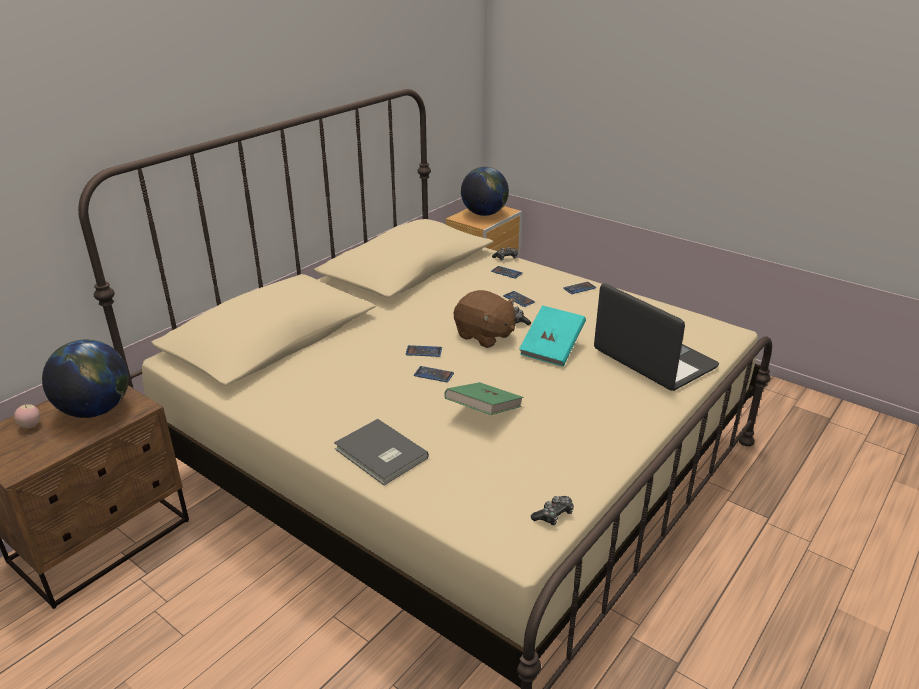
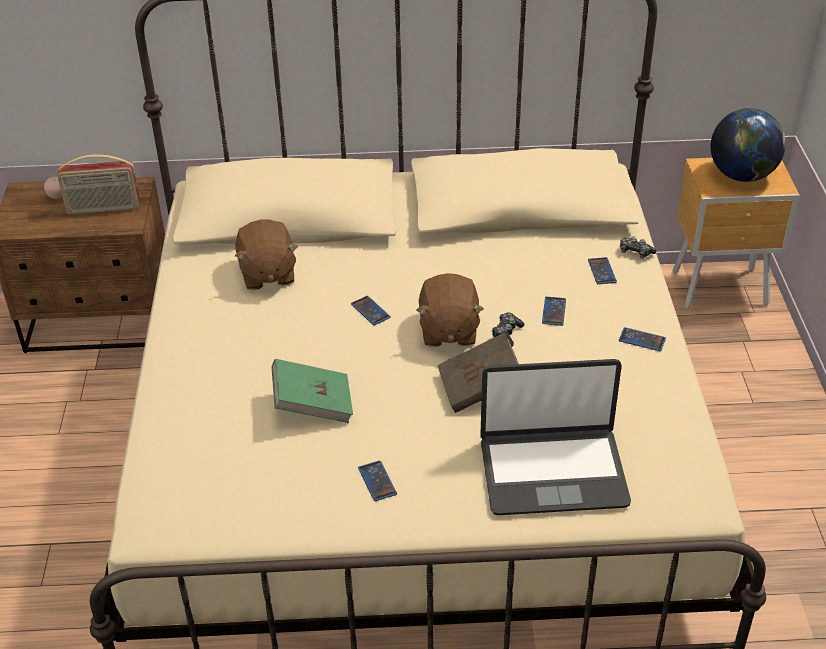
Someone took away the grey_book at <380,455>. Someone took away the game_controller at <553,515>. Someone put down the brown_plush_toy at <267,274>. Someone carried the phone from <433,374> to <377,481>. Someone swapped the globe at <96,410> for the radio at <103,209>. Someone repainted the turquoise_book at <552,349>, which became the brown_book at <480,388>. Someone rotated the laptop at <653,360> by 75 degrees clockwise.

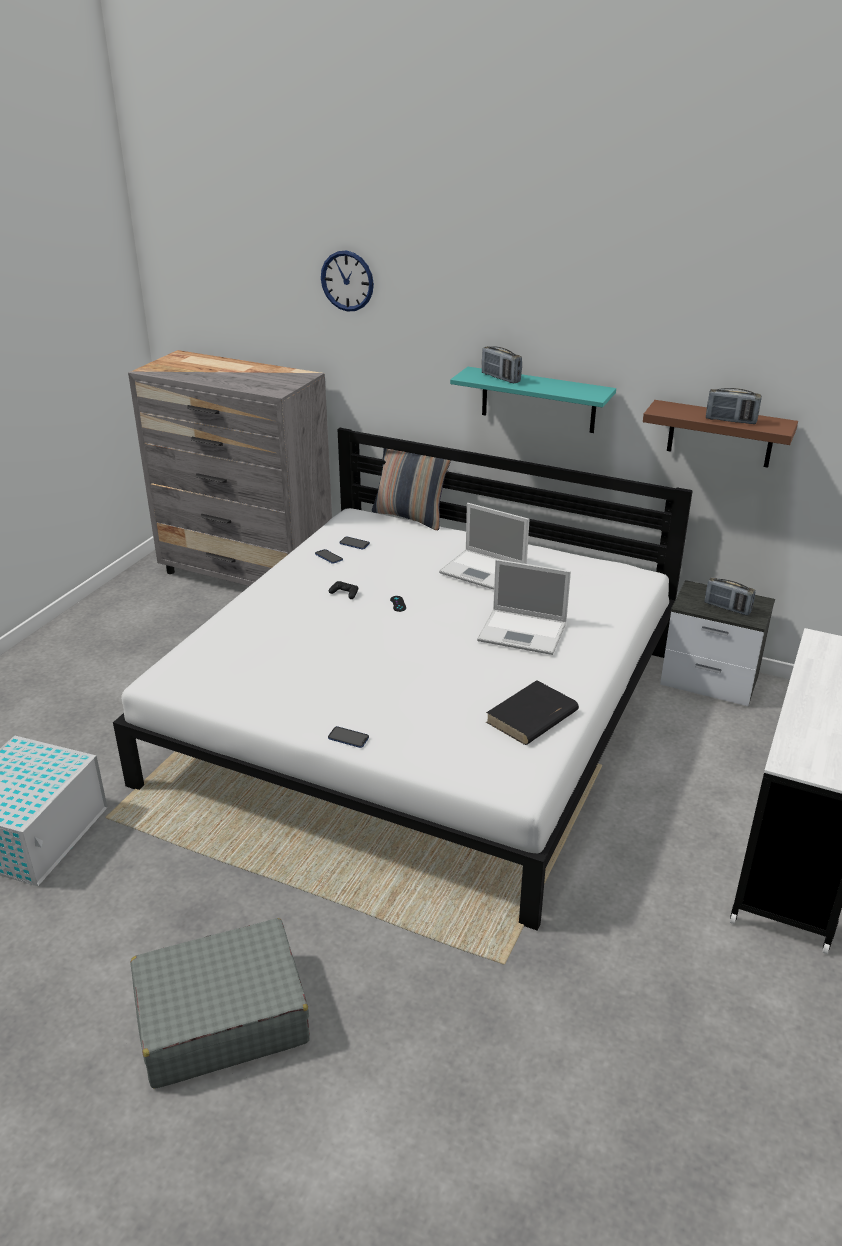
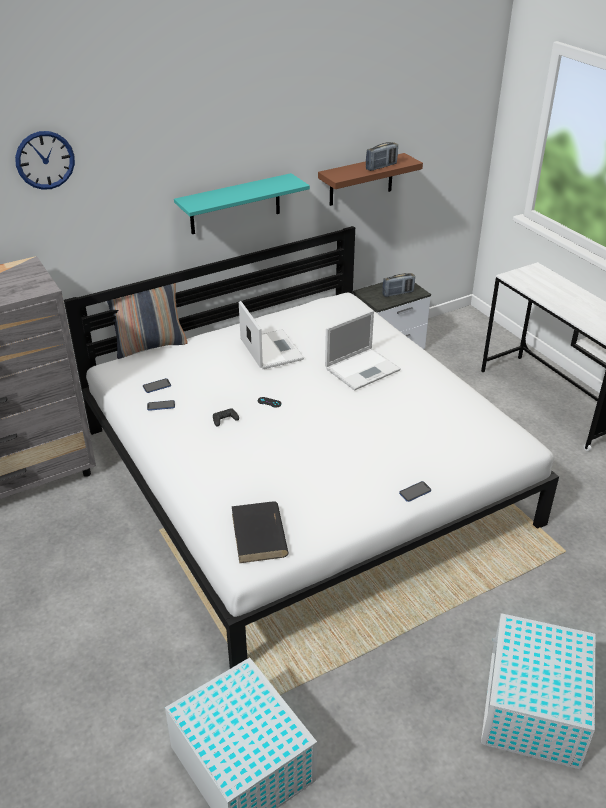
Someone took away the radio at <500,378>. Someone carried the black_book from <531,717> to <259,535>. Someone swapped the grey_suitcase at <221,1017> for the white_storage_box at <532,709>. Someone rotated the laptop at <484,571> by 90 degrees counterclockwise.

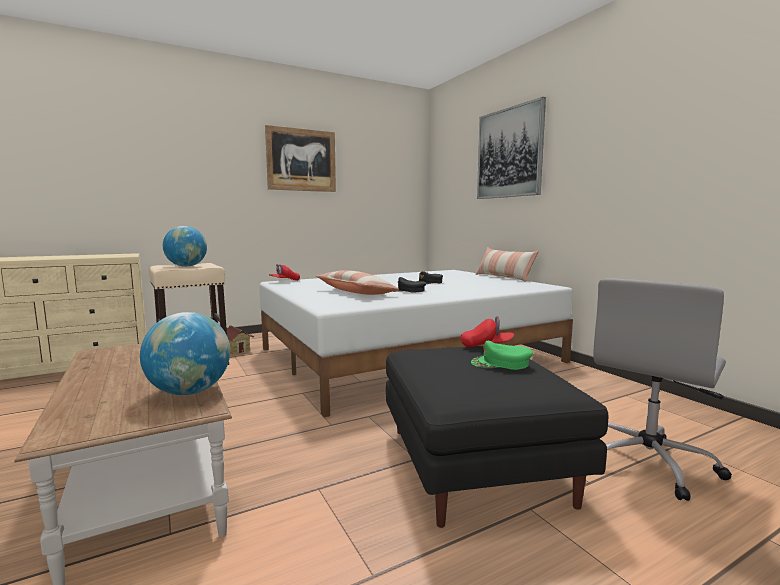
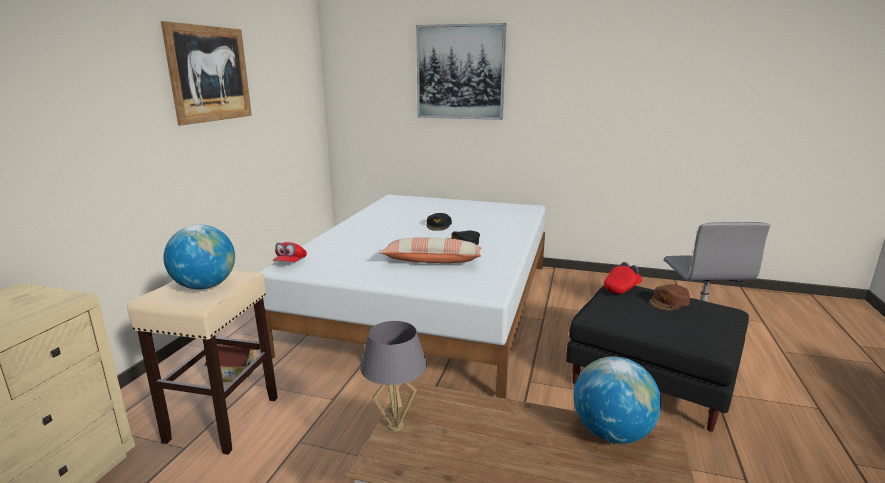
Someone took away the pillow at <504,277>. Someone put down the grey_table_lamp at <395,426>. Someone repainted the green_cap at <501,363>, which became the brown_cap at <669,302>.

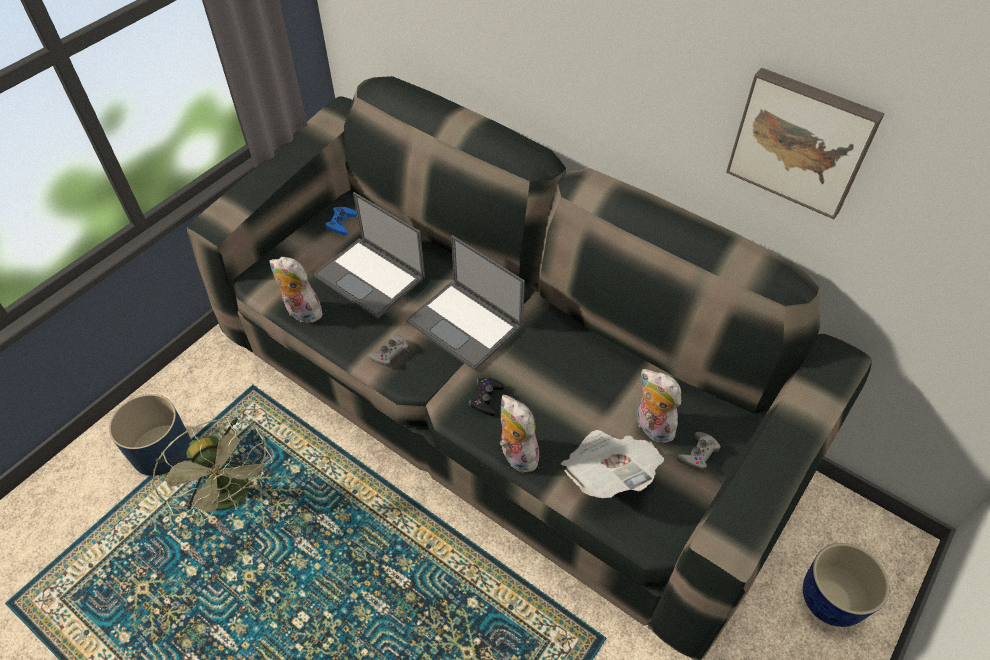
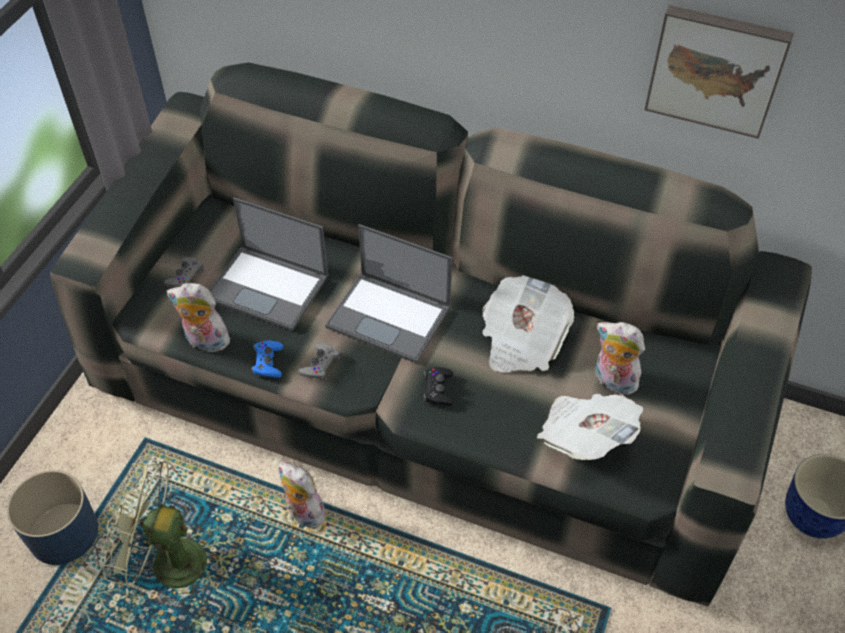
Someone put down the newspaper at <522,340>. Someone carried the blue_game_controller from <341,223> to <268,362>. Someone carried the plush_toy from <515,454> to <303,513>. Someone carried the grey_game_controller from <698,454> to <185,277>. Someone rotated the green_fan at <233,497> by 150 degrees clockwise.

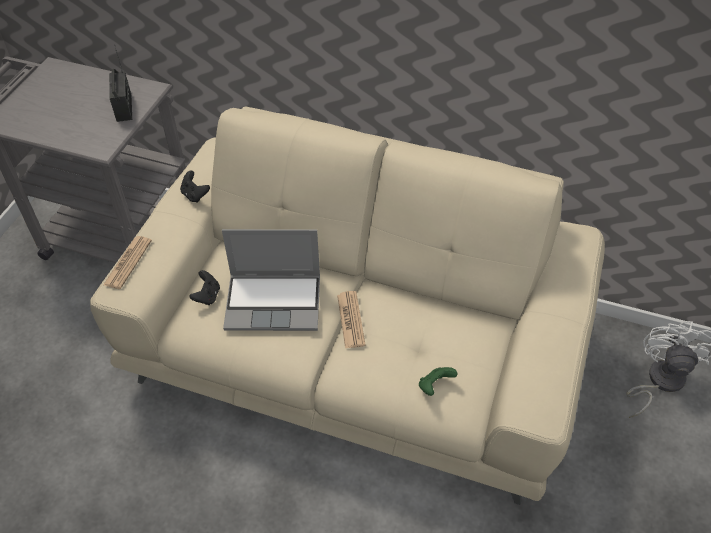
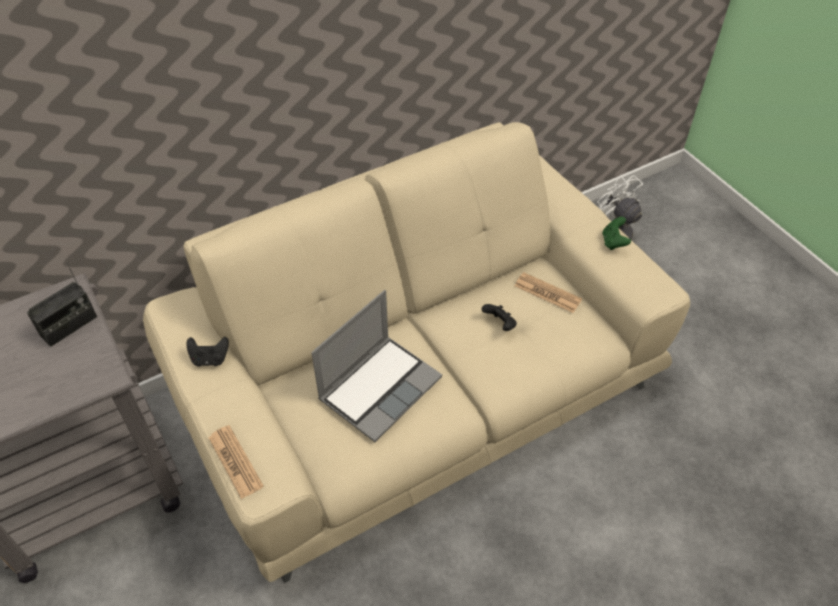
Someone carried the black_game_controller from <207,296> to <500,324>. Someone carried the newspaper from <351,320> to <547,293>. Someone carried the green_game_controller from <434,386> to <613,242>. Someone rotated the radio at <124,108> by 105 degrees clockwise.

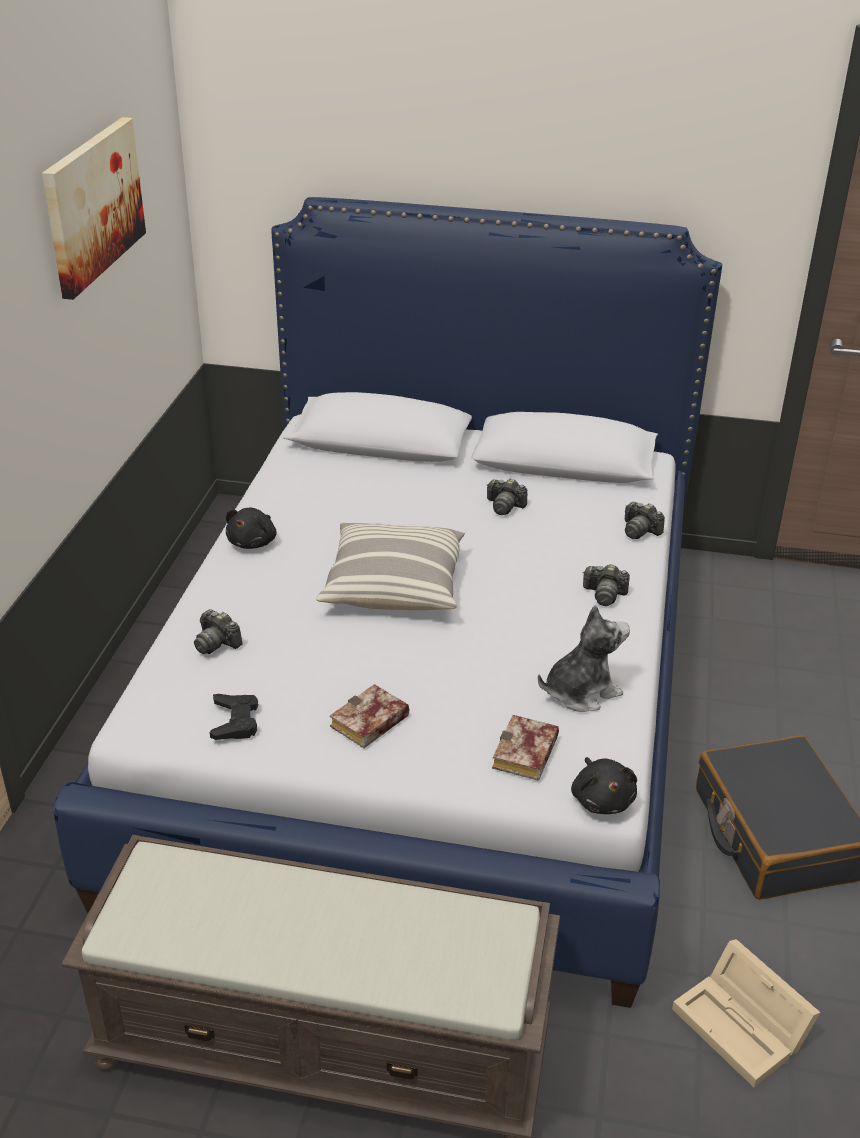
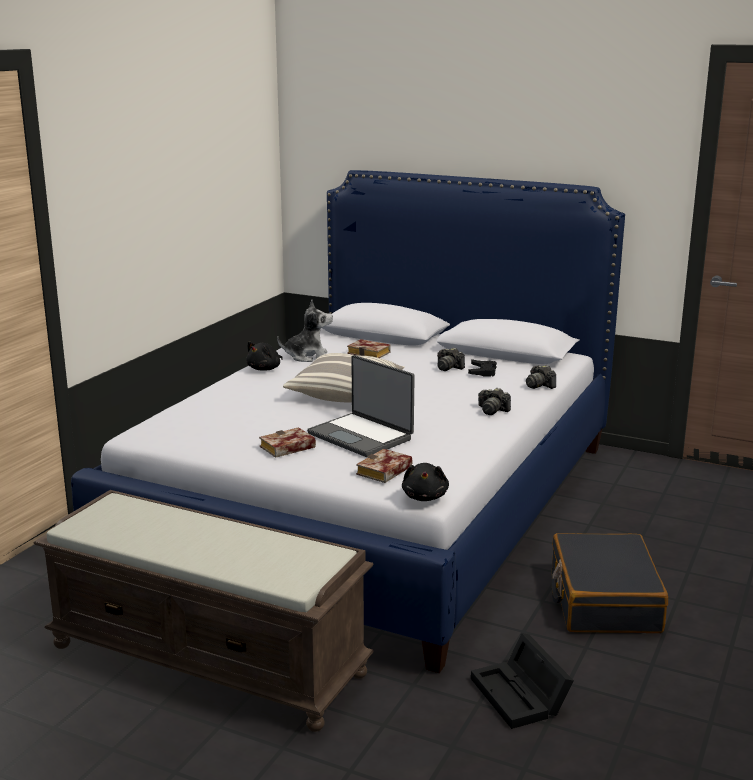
Someone took away the picture at <92,205>. Someone took away the photo_camera at <216,643>. Someone put down the laptop at <361,436>. Someone put down the book at <371,353>. Someone carried the black_game_controller from <235,721> to <482,371>. Someone carried the plush_toy from <580,691> to <307,356>. Someone repainted the beige_storage_box at <744,1027>, which became the black_storage_box at <521,696>.

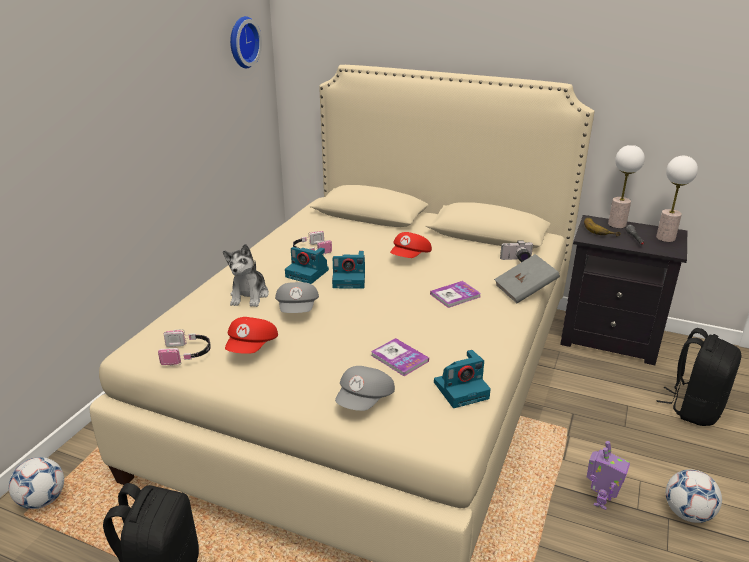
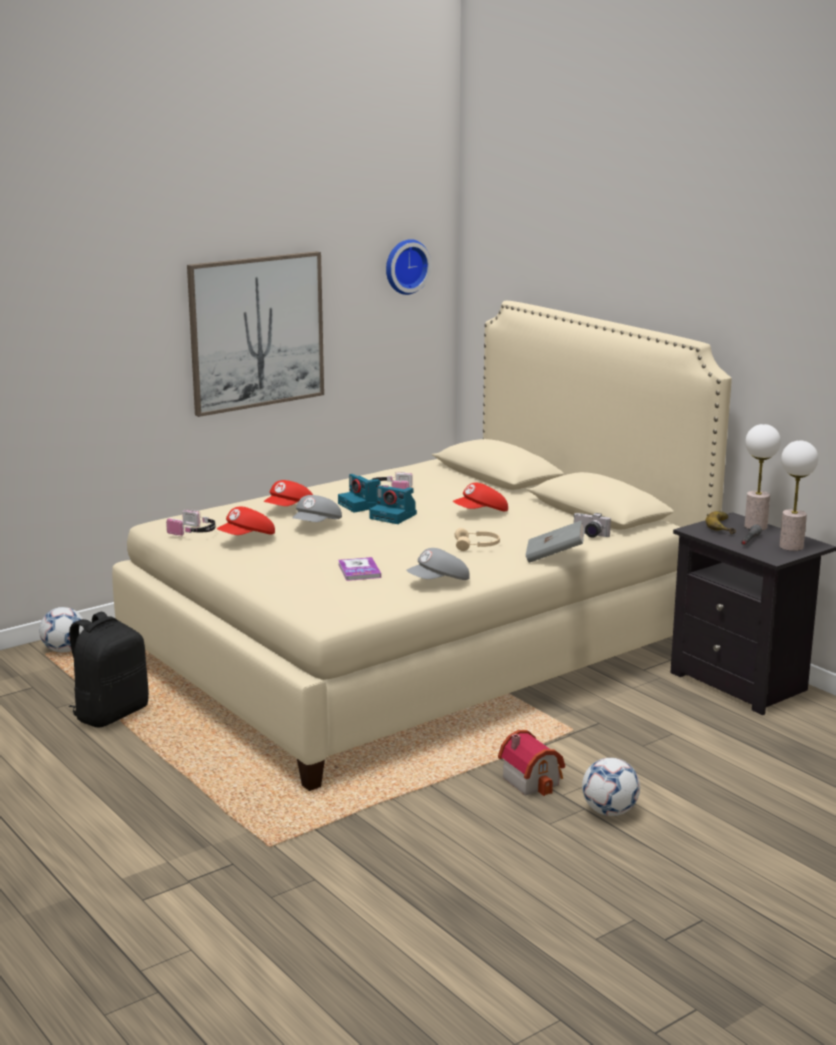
Someone took away the photo_camera at <462,389>. Someone took away the black_backpack at <694,408>. Someone put up the picture at <256,332>. Someone carried the grey_cap from <365,400> to <439,582>. Someone swapped the plush_toy at <249,295> for the red_cap at <289,509>. Someone swapped the book at <455,295> for the beige_headphones at <477,546>. Someone swapped the toy_robot at <600,500> for the toy_house at <532,780>.

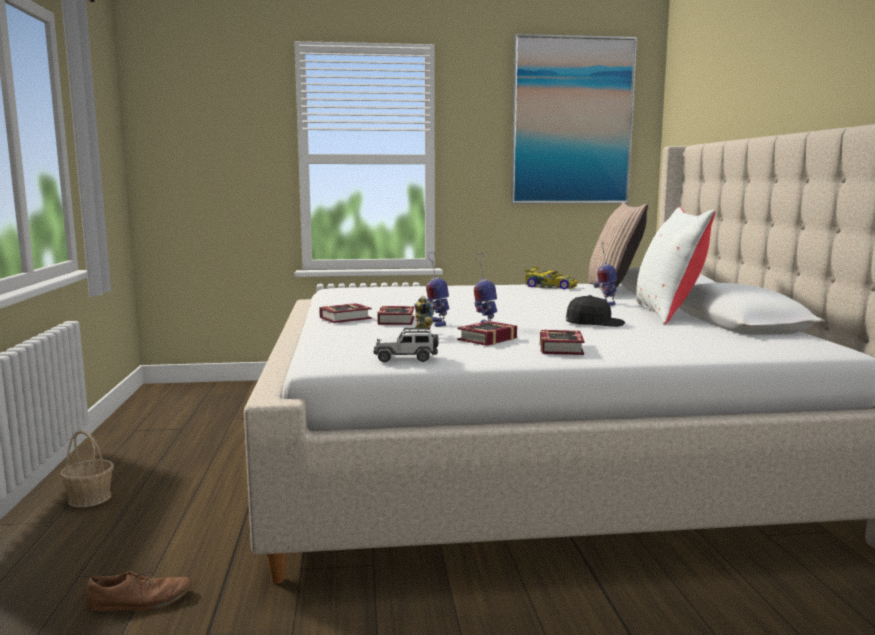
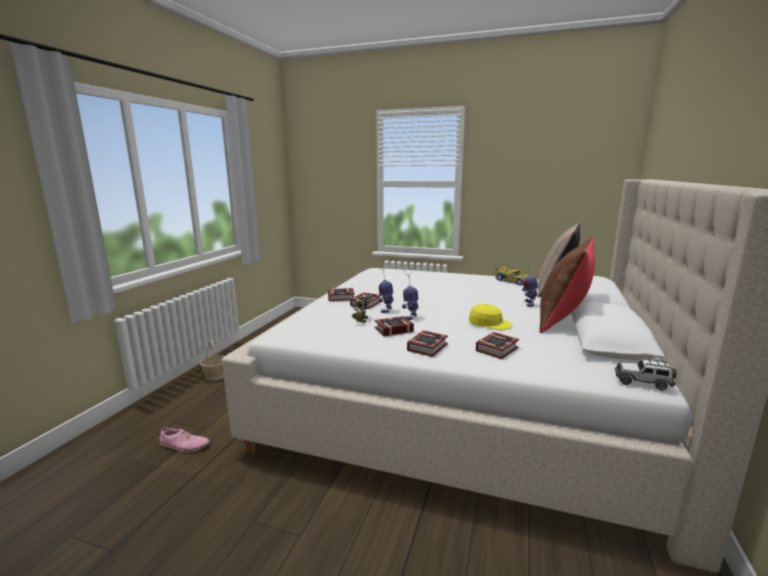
Someone took away the picture at <572,121>. Someone put down the book at <499,349>. Someone carried the toy_car from <406,358> to <642,382>. Someone repainted the brown_shoe at <140,601>, which became the pink_shoe at <184,445>. Someone repainted the black_cap at <594,323>, which became the yellow_cap at <489,324>. Someone repainted the white_pillow at <668,313>, which became the brown_pillow at <562,320>.

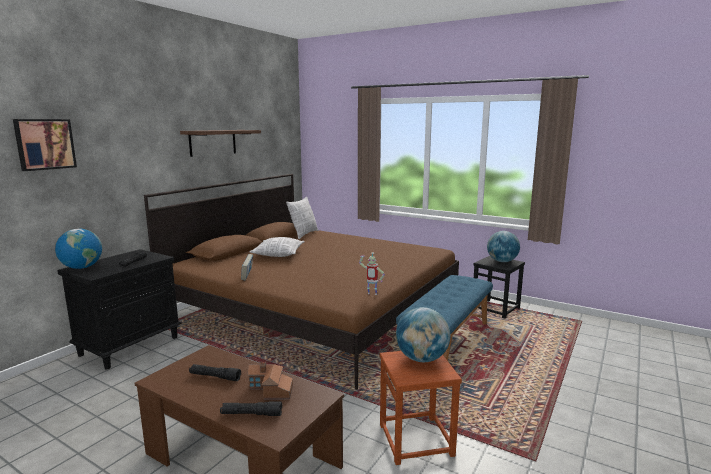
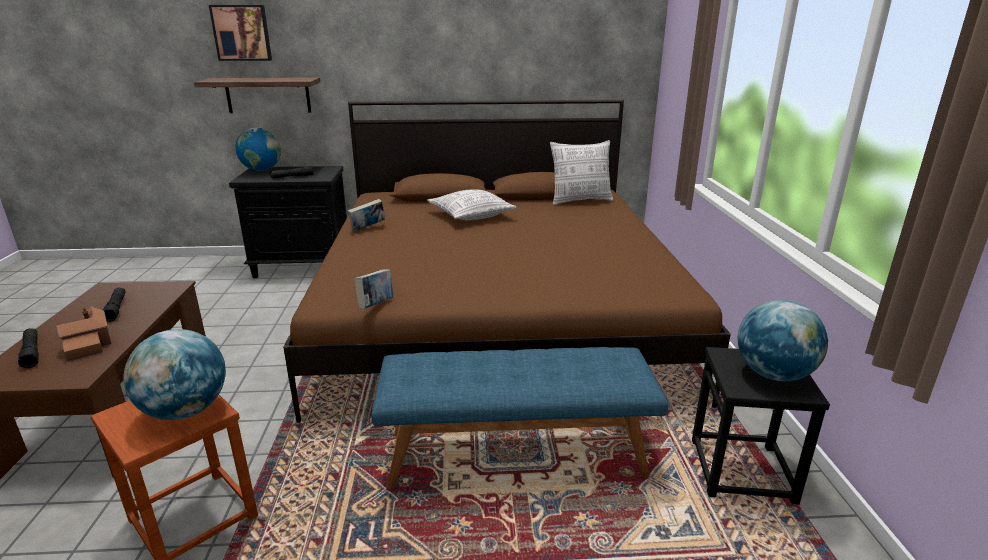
Someone carried the shelf from <213,142> to <268,95>. Someone swapped the toy_robot at <371,294> for the book at <376,305>.

